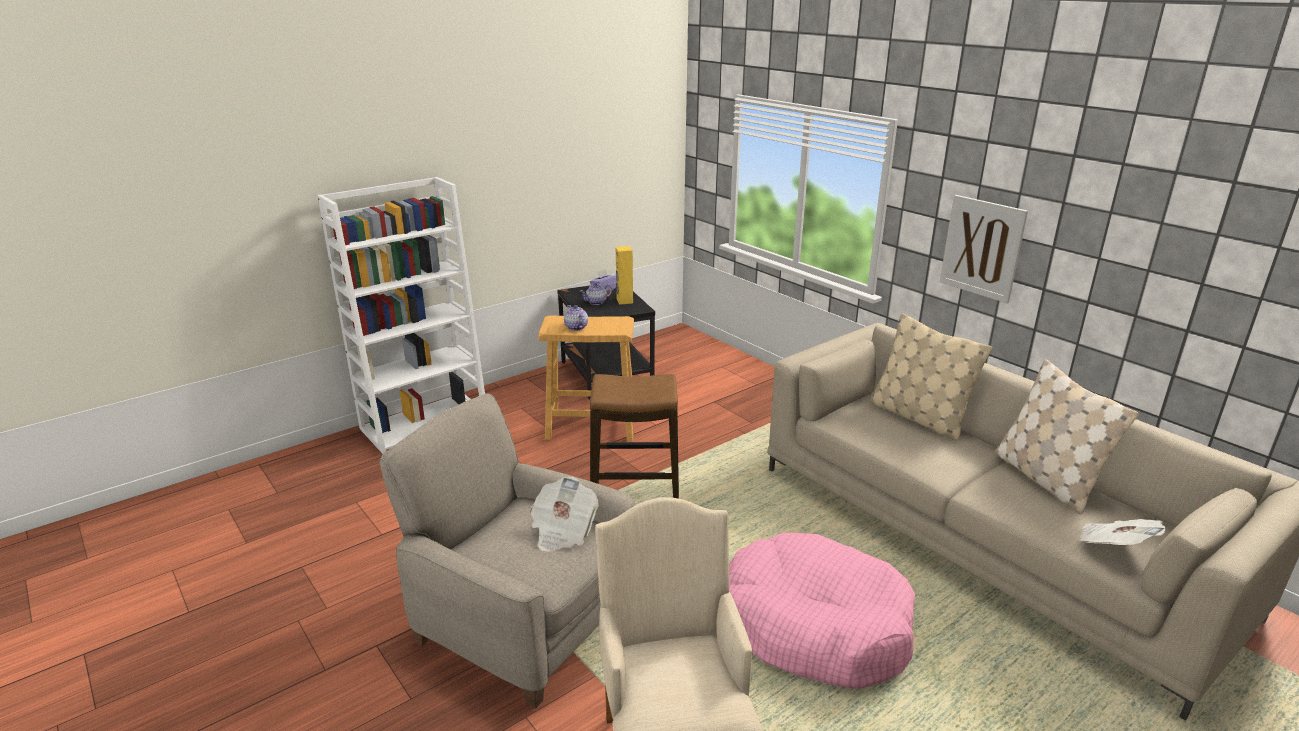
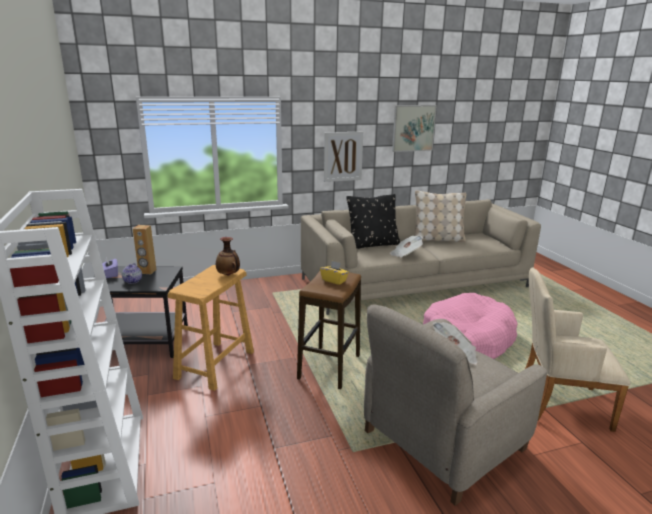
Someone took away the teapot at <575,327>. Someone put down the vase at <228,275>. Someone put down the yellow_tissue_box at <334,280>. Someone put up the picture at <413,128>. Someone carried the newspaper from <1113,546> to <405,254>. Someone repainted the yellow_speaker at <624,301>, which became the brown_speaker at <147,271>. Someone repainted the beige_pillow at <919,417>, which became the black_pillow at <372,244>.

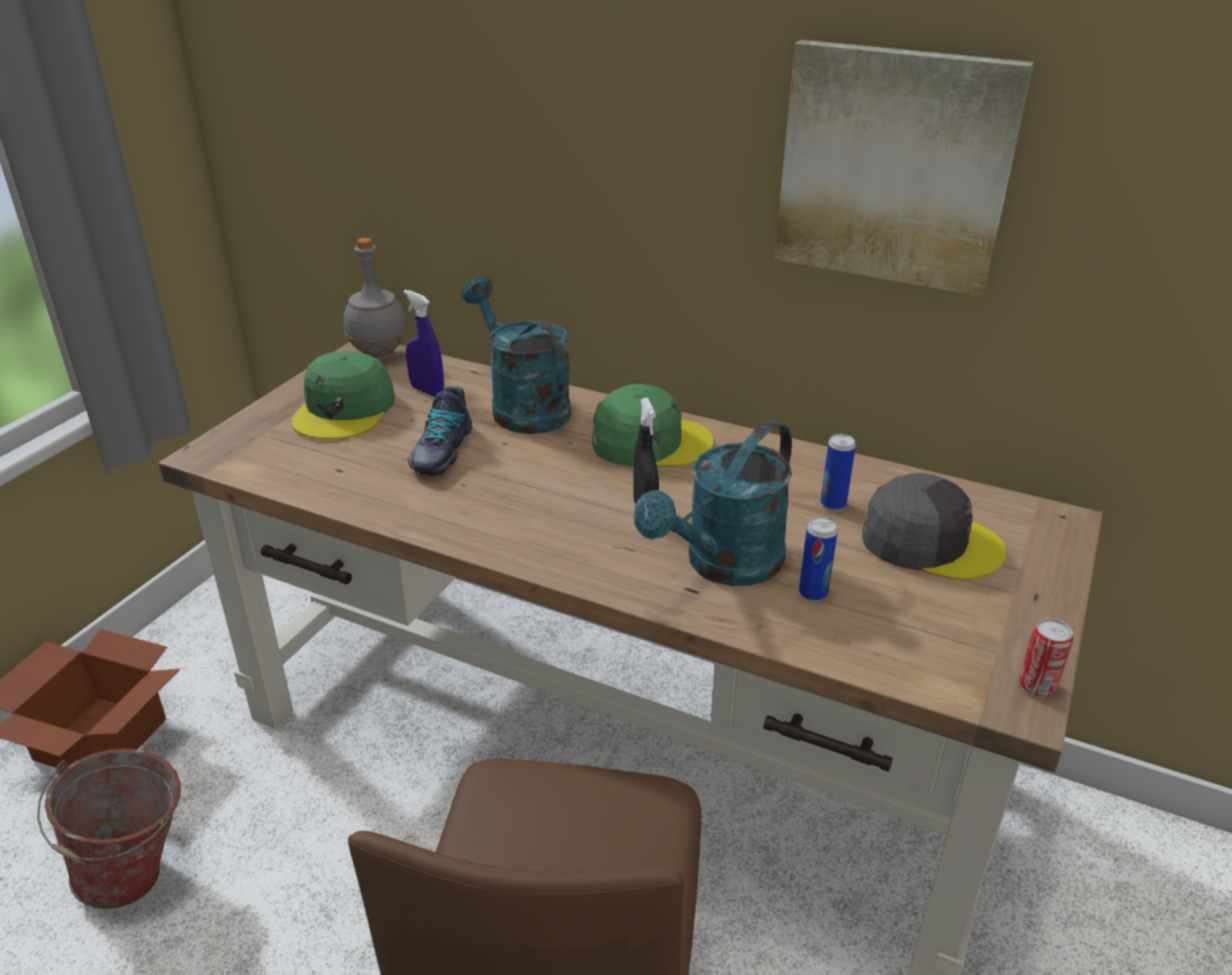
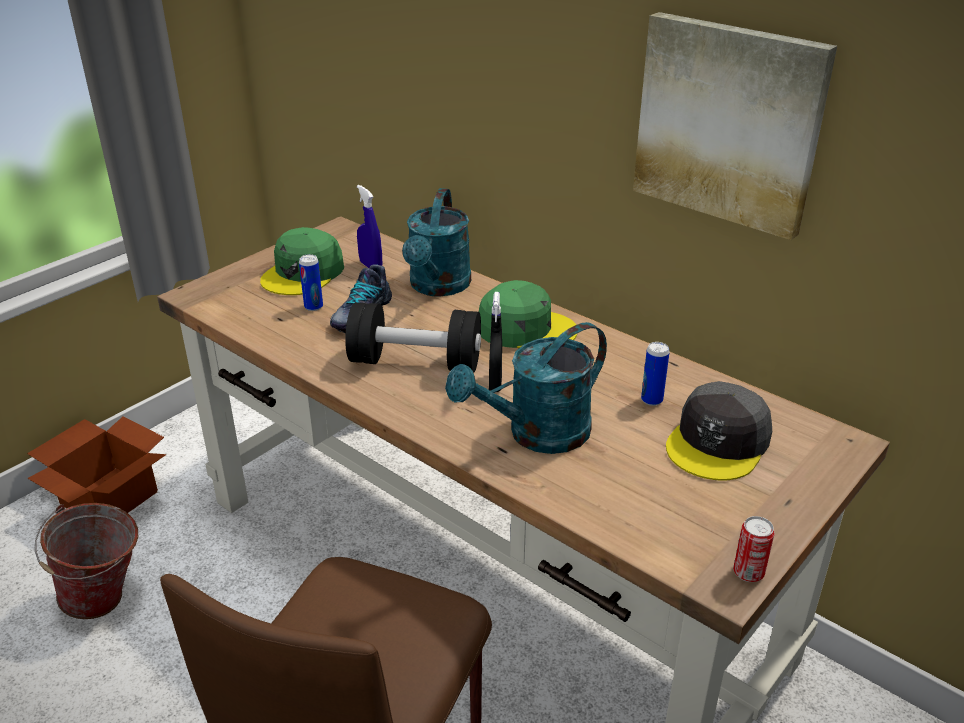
Someone took away the grey_bottle at <379,355>. Someone put down the black_dumbbell at <415,362>. Someone carried the can from <813,593> to <313,307>. Someone rotated the turquoise_watering_can at <522,406> by 150 degrees counterclockwise. Someone rotated the grey_cap at <929,542> by 90 degrees clockwise.

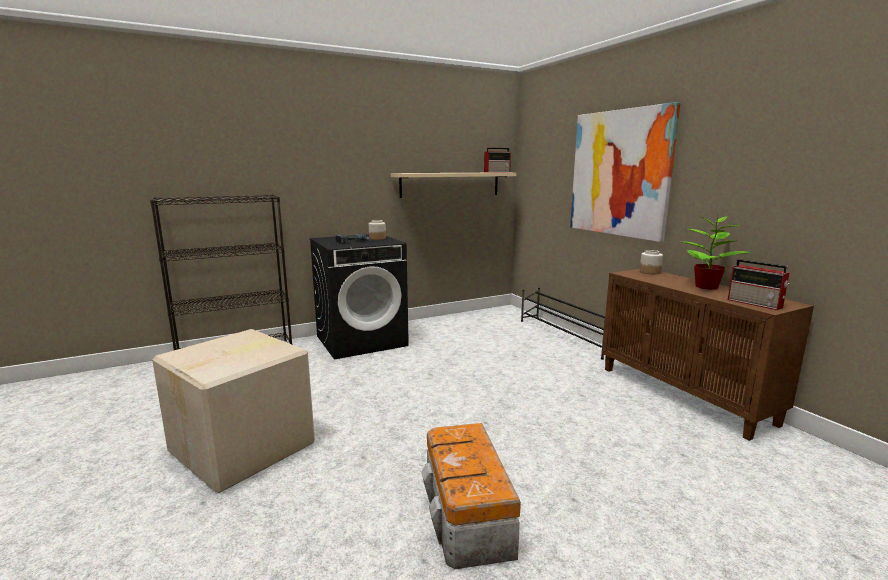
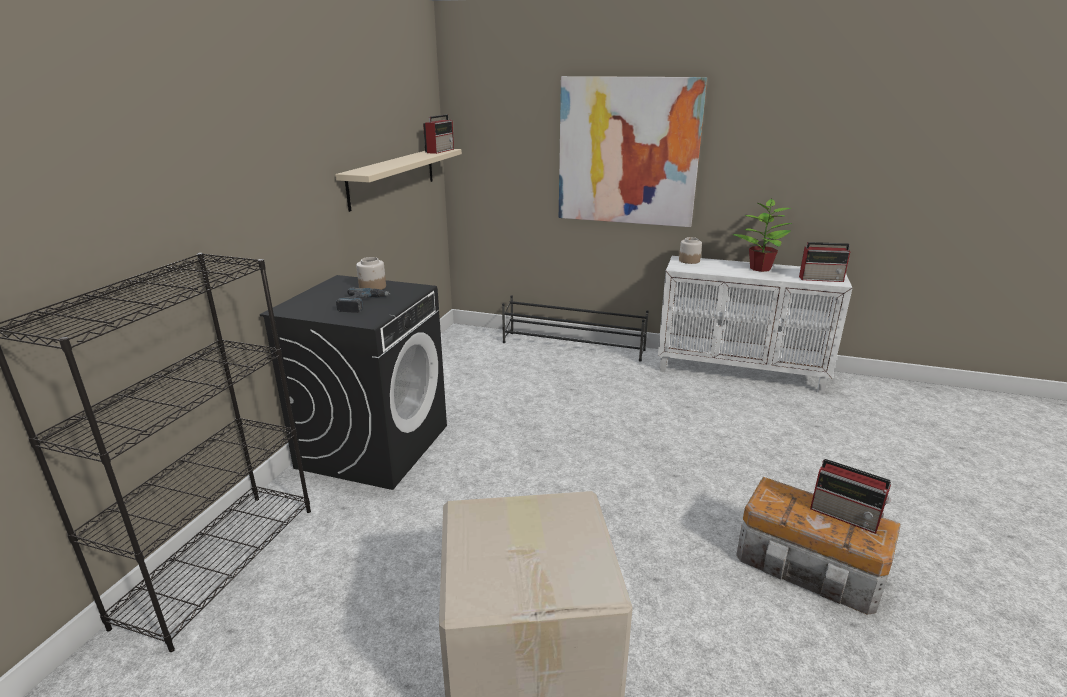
Someone put down the radio at <846,516>. Someone repainted the brown_cabinet at <684,395>, which became the white_cabinet at <740,371>.

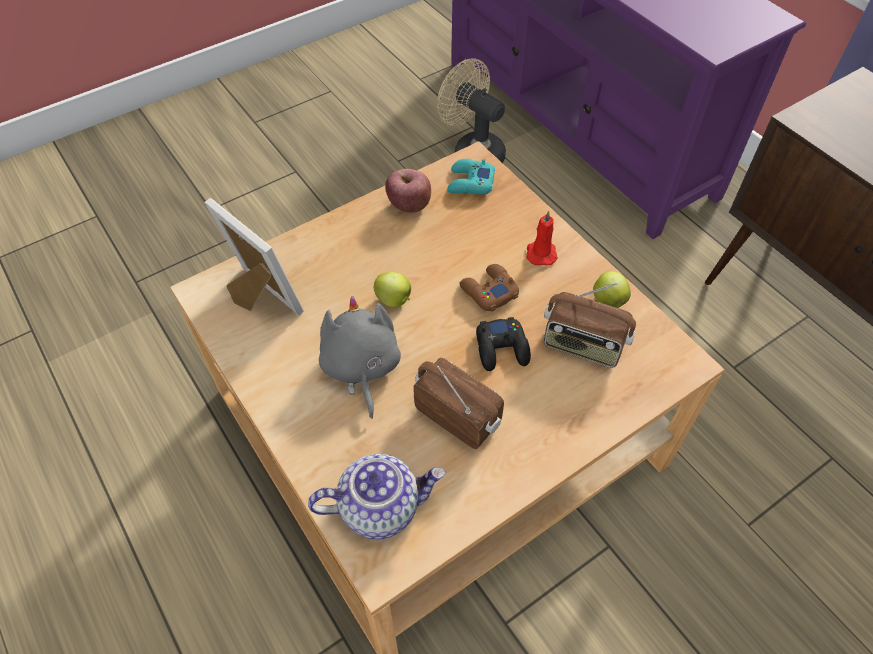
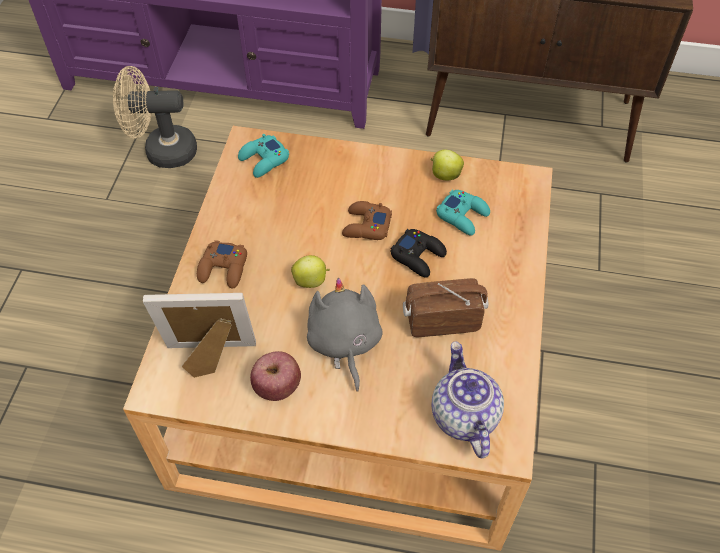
Someone took away the red_candle at <541,253>. Someone put down the brown_game_controller at <224,269>. Someone carried the apple from <409,205> to <277,387>. Someone swapped the radio at <582,346> for the turquoise_game_controller at <463,216>. Someone rotated the teapot at <380,506> by 45 degrees counterclockwise. Someone rotated the grey_plush_toy at <361,367> by 45 degrees clockwise.

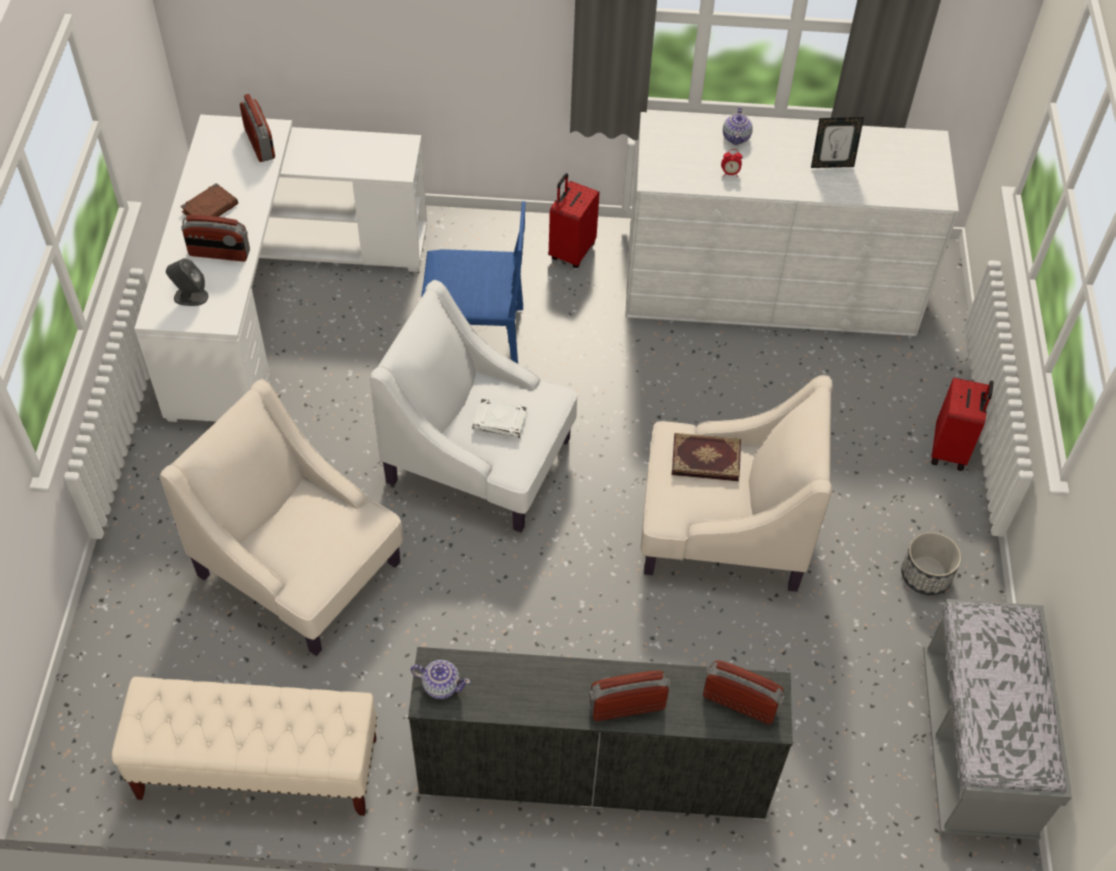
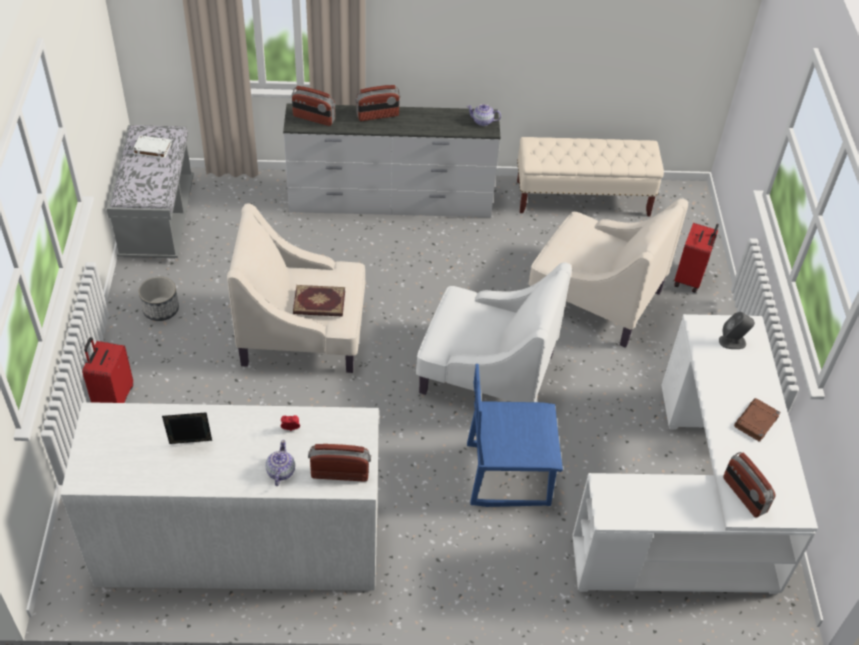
Someone carried the radio from <219,254> to <340,473>. Someone carried the white_book from <501,421> to <152,149>. Someone carried the red_suitcase from <571,251> to <690,279>.

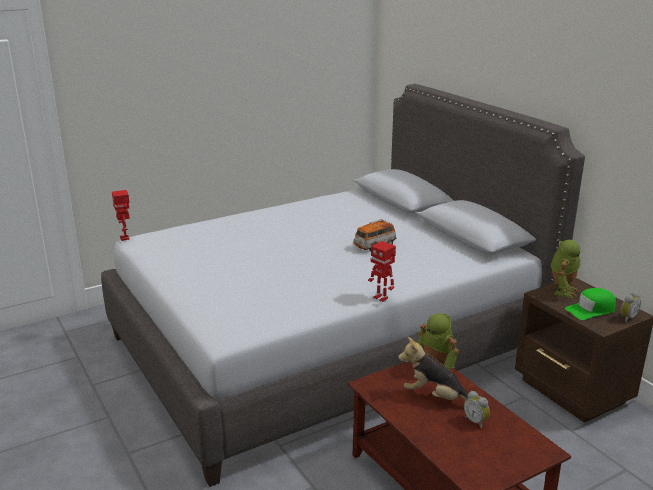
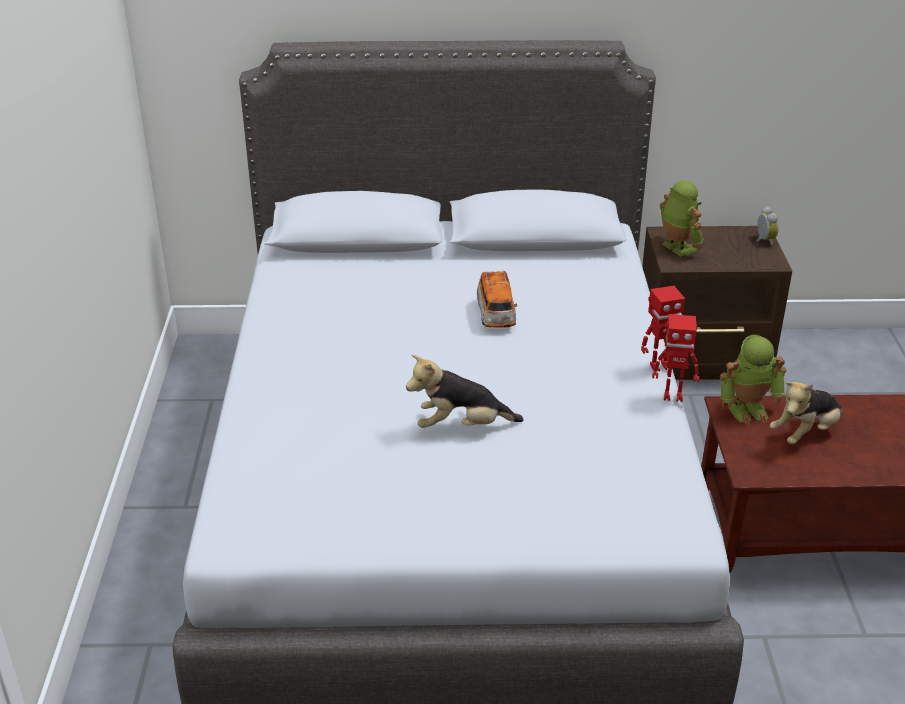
Someone took away the alarm_clock at <476,421>. Someone took away the green_cap at <591,310>. Someone put down the plush_toy at <461,426>. Someone carried the toy_robot from <125,238> to <673,395>.

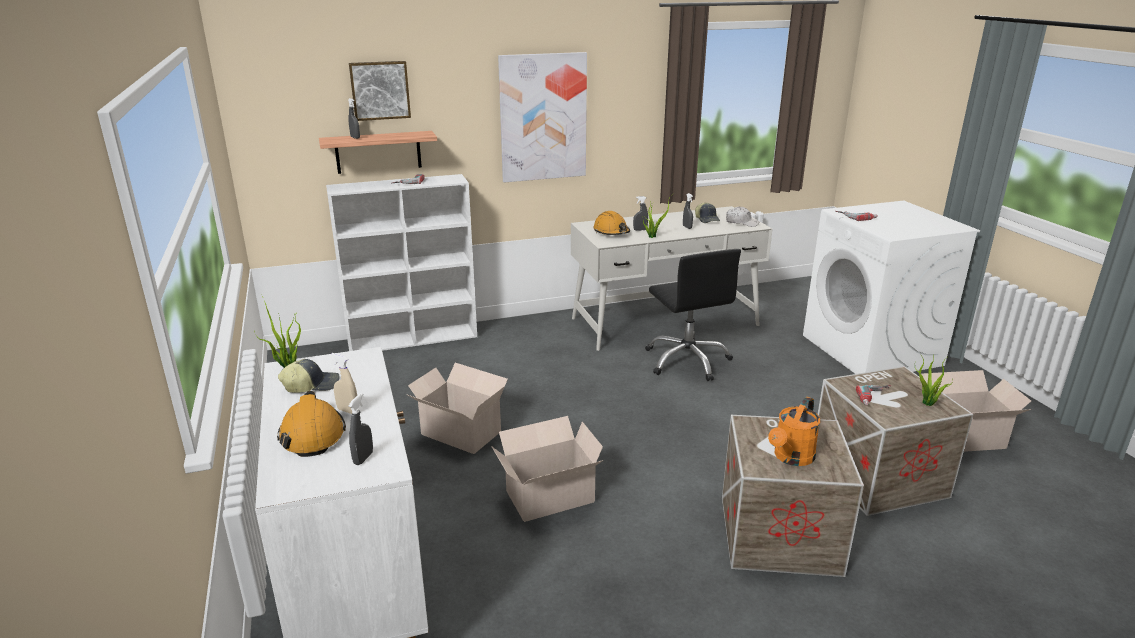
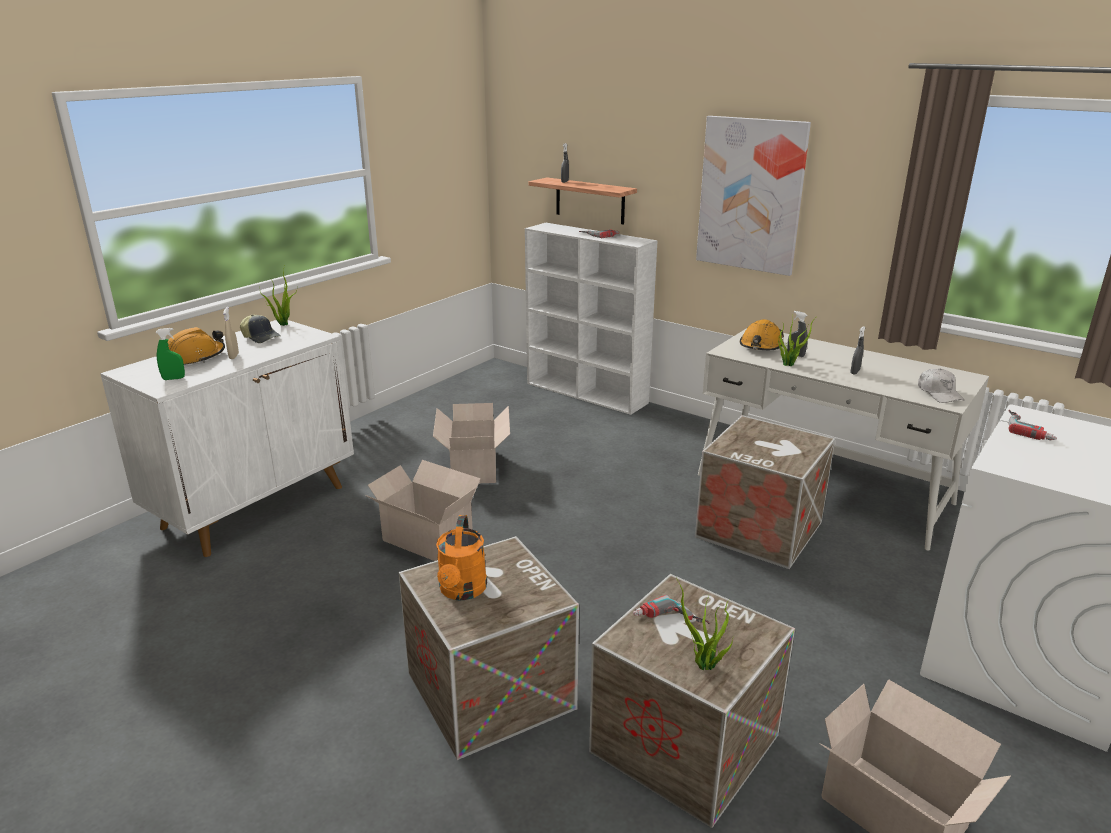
Someone took away the picture at <380,90>. Someone took away the cap at <707,219>. Someone swapped the black_office_chair at <687,360> for the crate at <759,529>. Someone repainted the grey_spray_bottle at <363,458>, which became the green_spray_bottle at <173,378>. Someone rotated the orange_watering_can at <791,458> by 90 degrees counterclockwise.

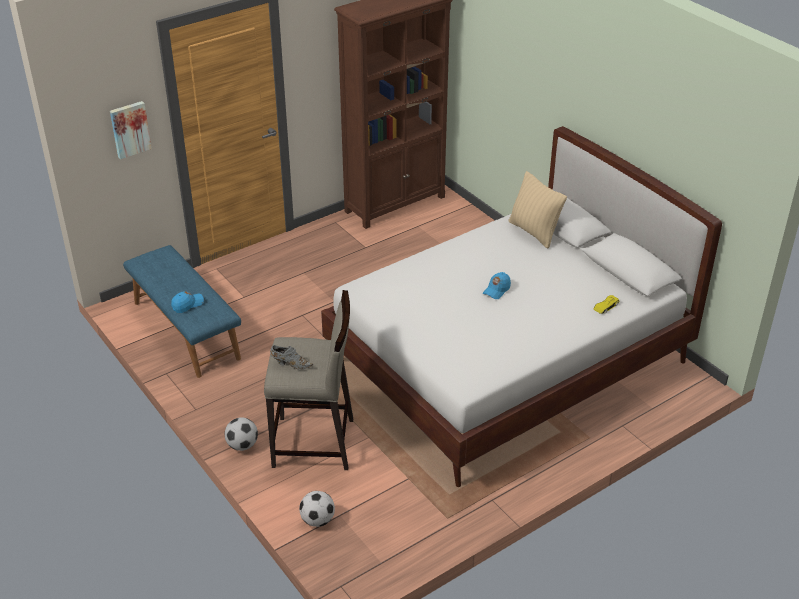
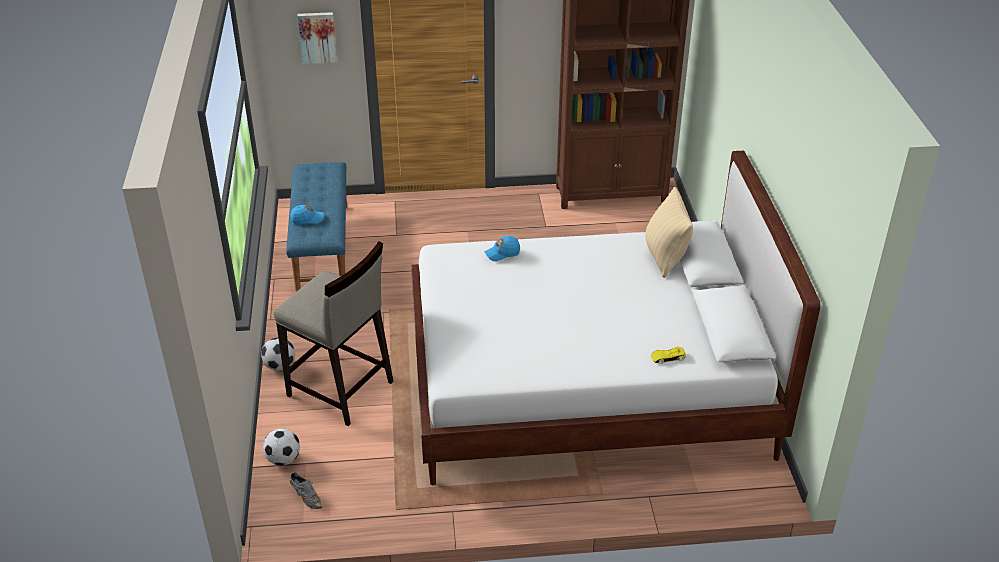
Someone carried the grey_shoe from <290,364> to <306,497>. Someone carried the blue_cap from <496,290> to <502,253>.

